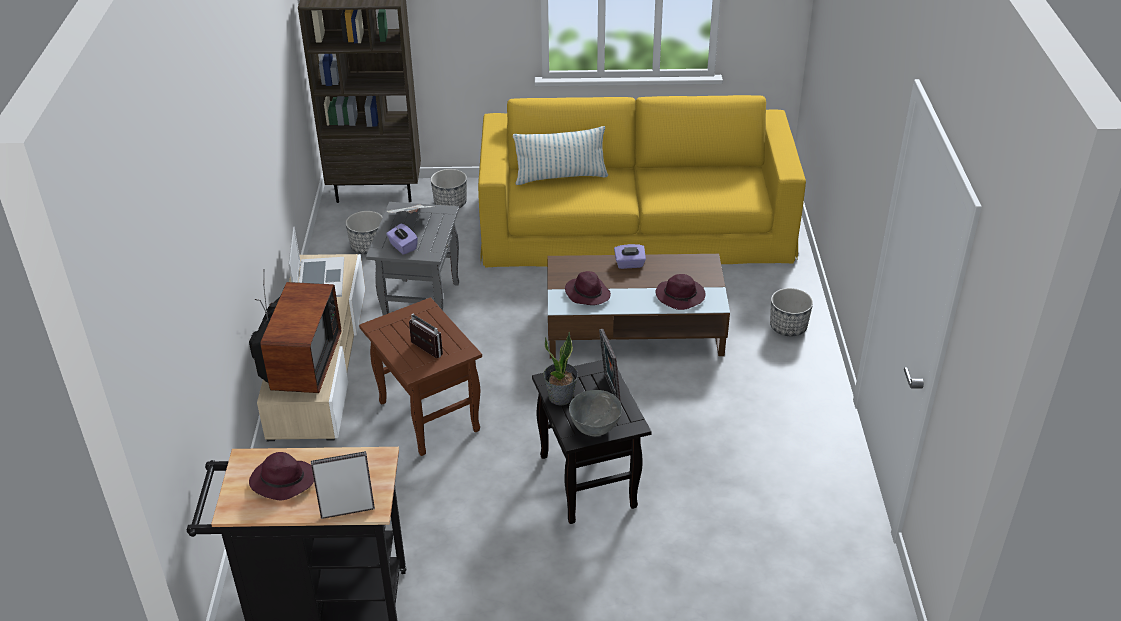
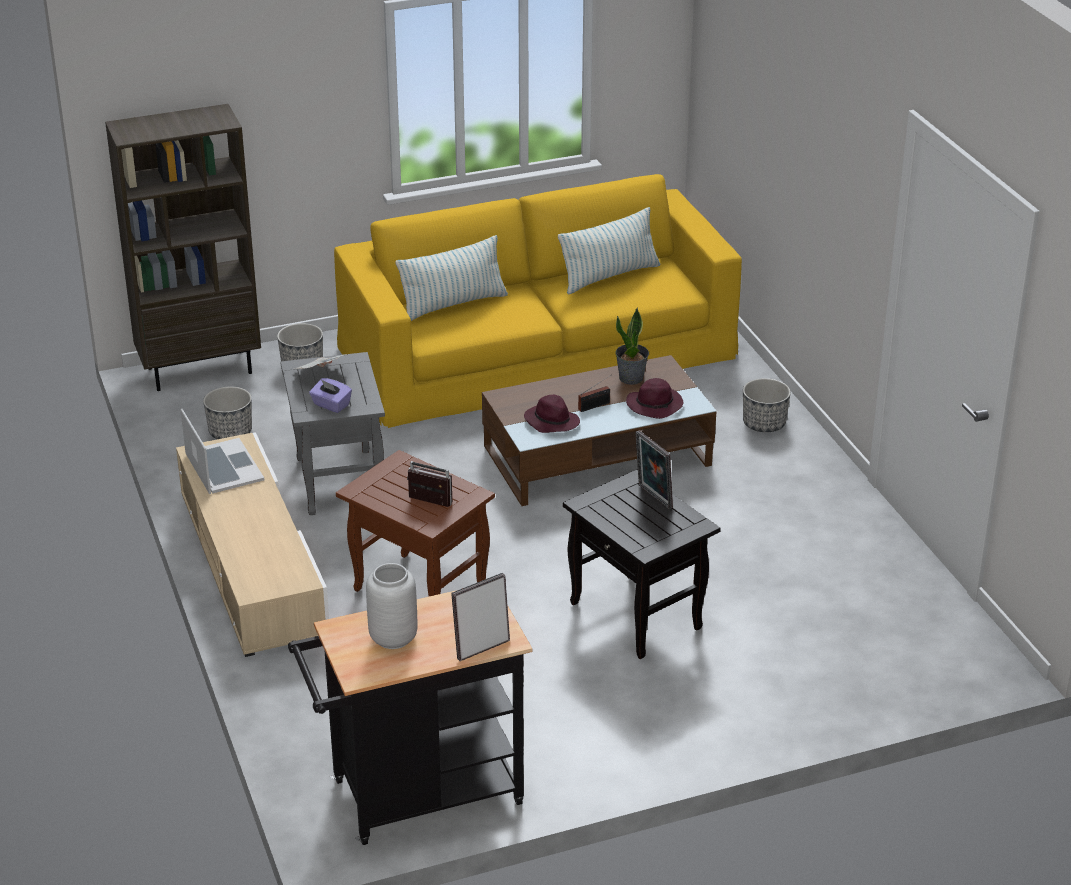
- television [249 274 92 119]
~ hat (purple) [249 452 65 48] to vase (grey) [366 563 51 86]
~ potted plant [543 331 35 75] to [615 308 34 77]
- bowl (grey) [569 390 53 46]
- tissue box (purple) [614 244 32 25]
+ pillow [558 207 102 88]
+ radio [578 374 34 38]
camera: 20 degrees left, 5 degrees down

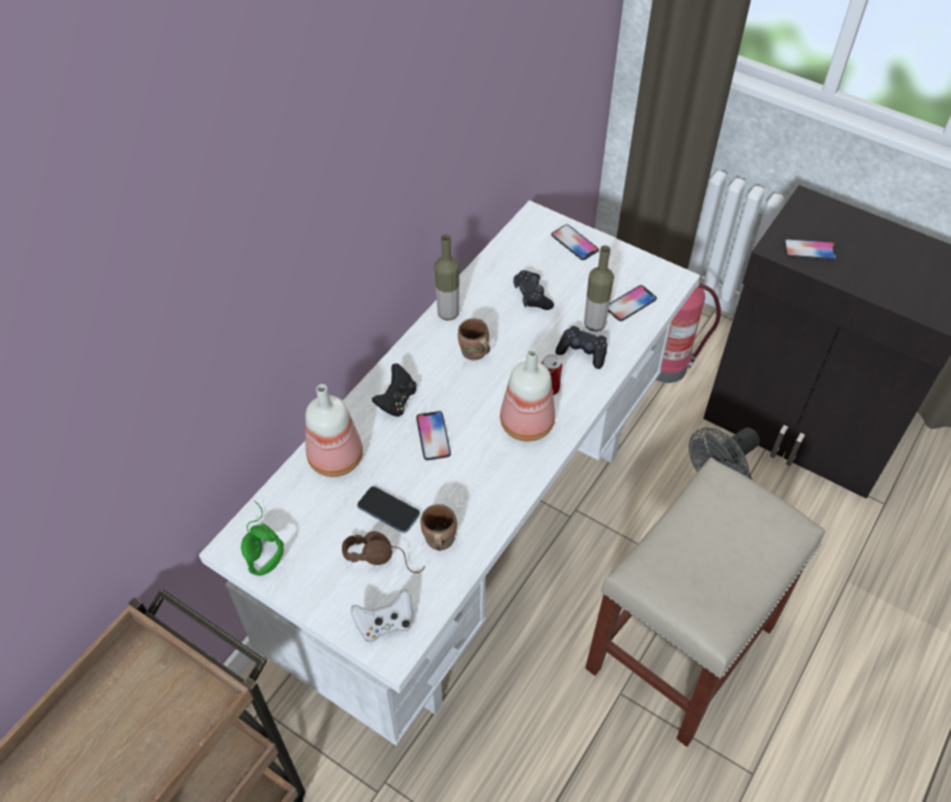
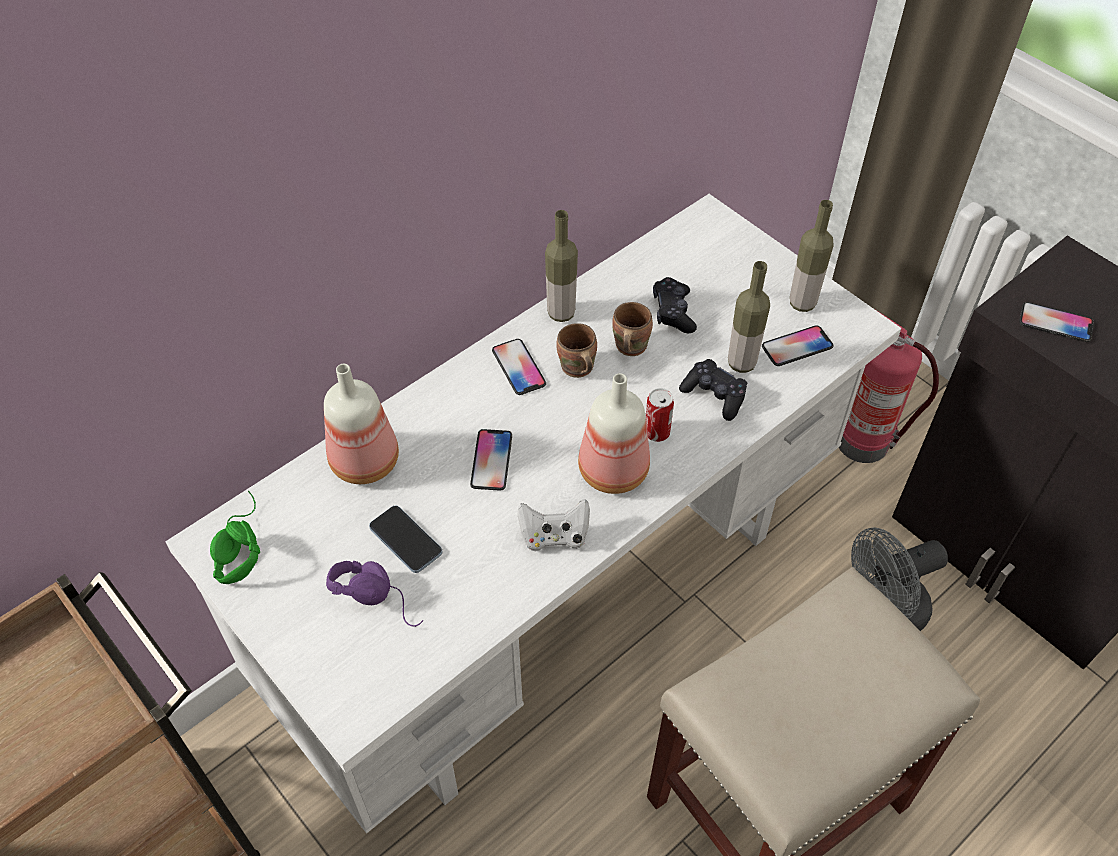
~ headphones (brown) [342 531 83 42] to headphones (purple) [326 561 97 66]
~ game controller (white) [351 589 61 53] to [518 499 72 52]
- game controller (black) [372 363 45 54]
~ mug (brown) [420 504 37 47] to [612 302 41 54]
~ phone [551 225 48 35] to [492 339 54 56]
+ bottle [790 200 43 112]
camera: 15 degrees right, 0 degrees up

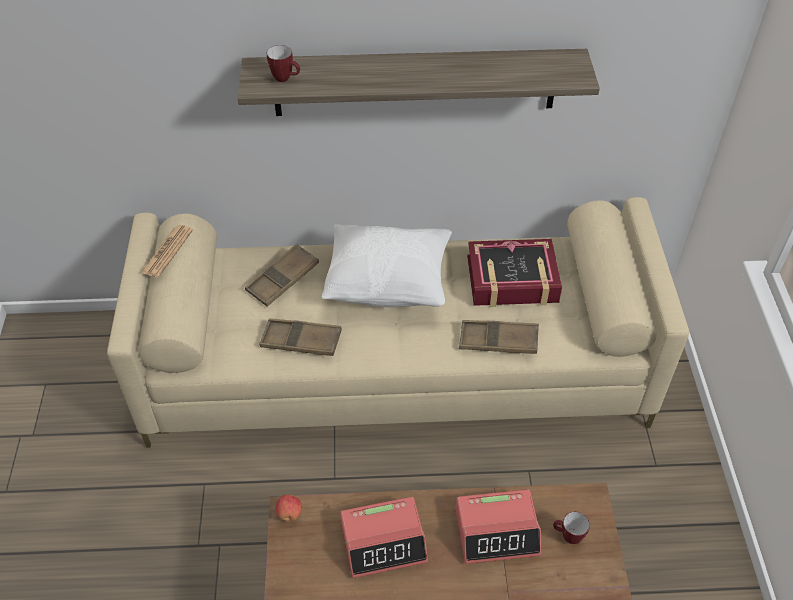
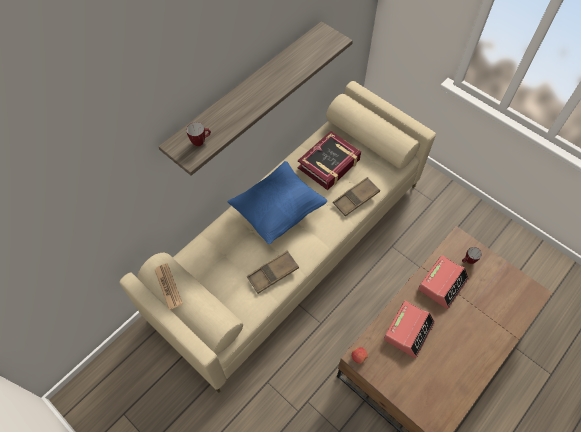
- tray (brown) [245 244 74 63]
~ pillow (white) [322 224 130 83] to pillow (blue) [228 161 99 83]
camera: 45 degrees left, 10 degrees up

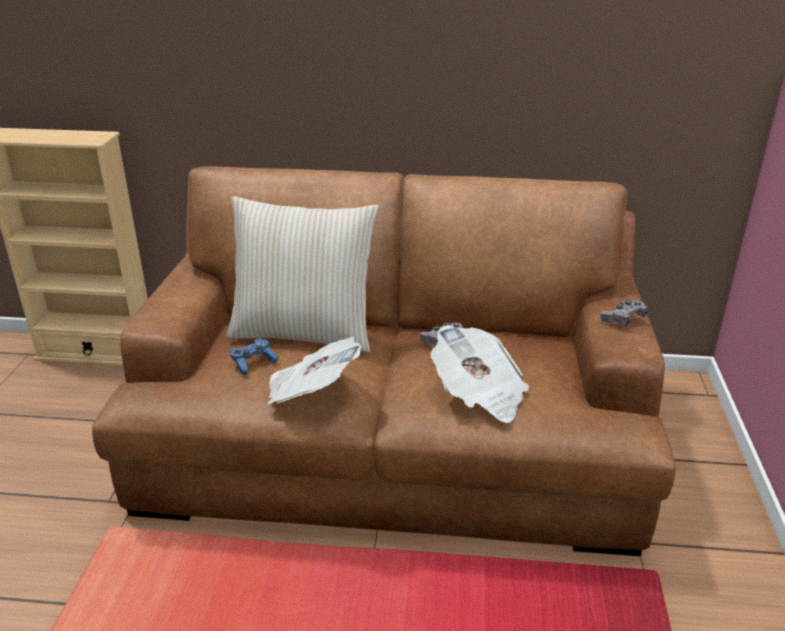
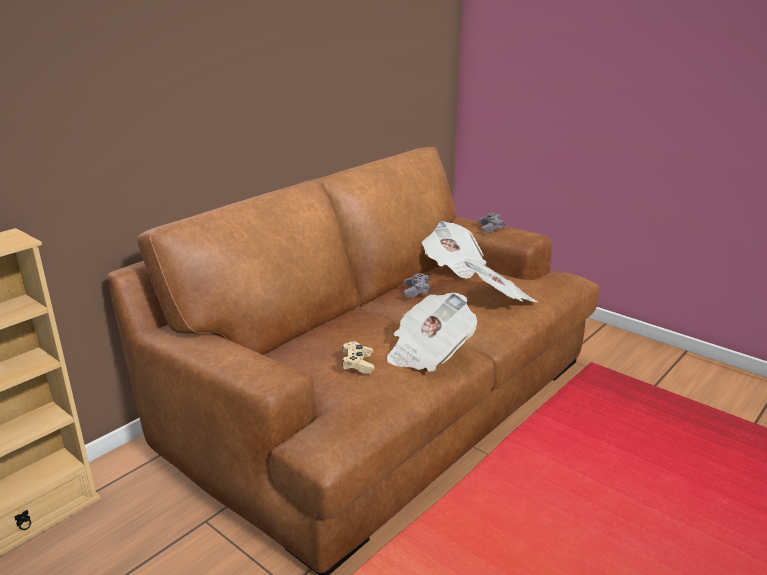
- pillow (beige) [226 196 153 156]
~ game controller (blue) [230 338 48 37] to game controller (beige) [342 341 32 33]
+ newspaper [422 221 65 58]
camera: 55 degrees left, 5 degrees down

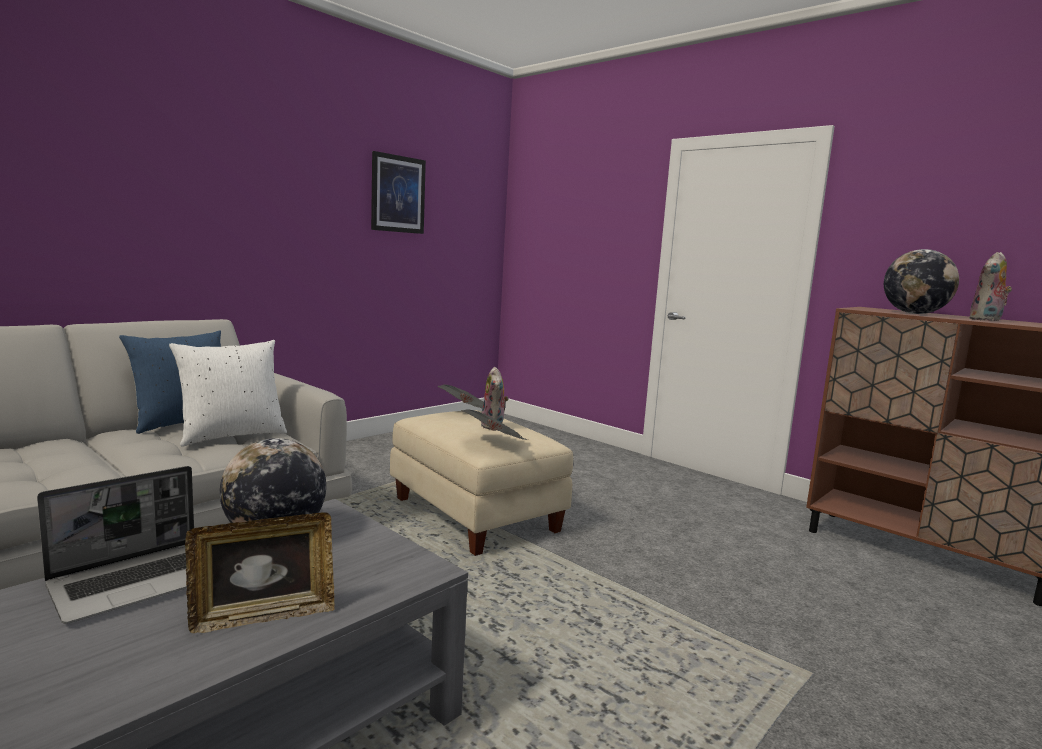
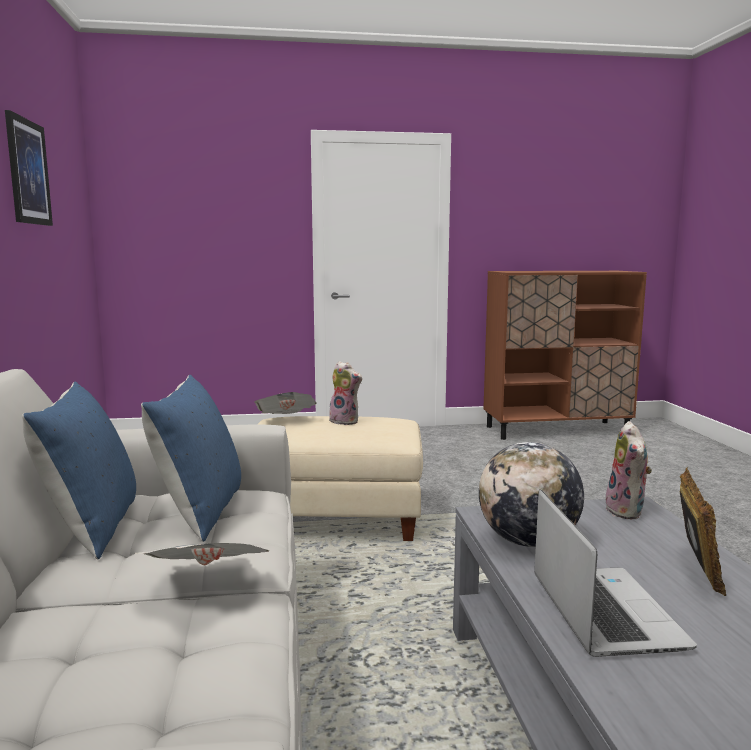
~ pillow (white) [169 340 118 107] to pillow (blue) [141 375 100 167]
~ newspaper [461 409 67 31] to [135 543 134 22]
- globe [884 249 75 65]
~ plush toy [968 252 44 69] to [602 421 50 99]
camera: 50 degrees left, 0 degrees up

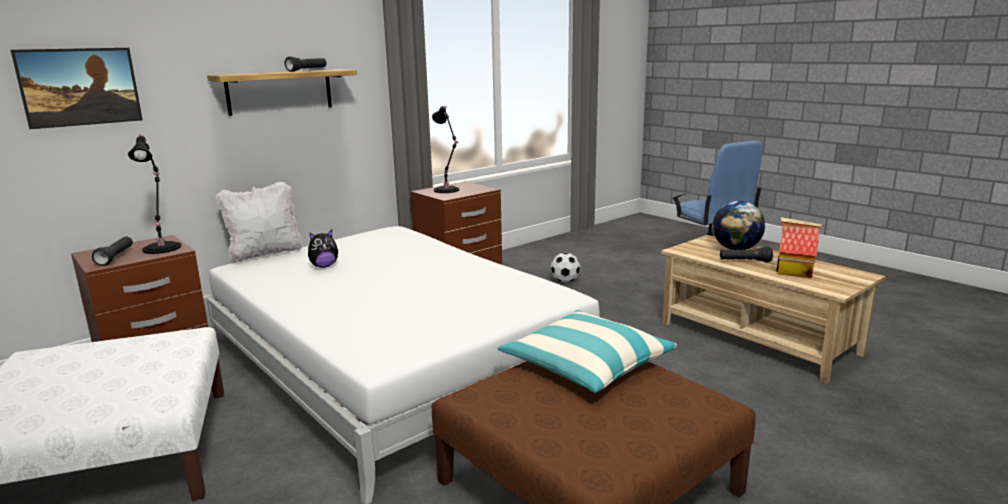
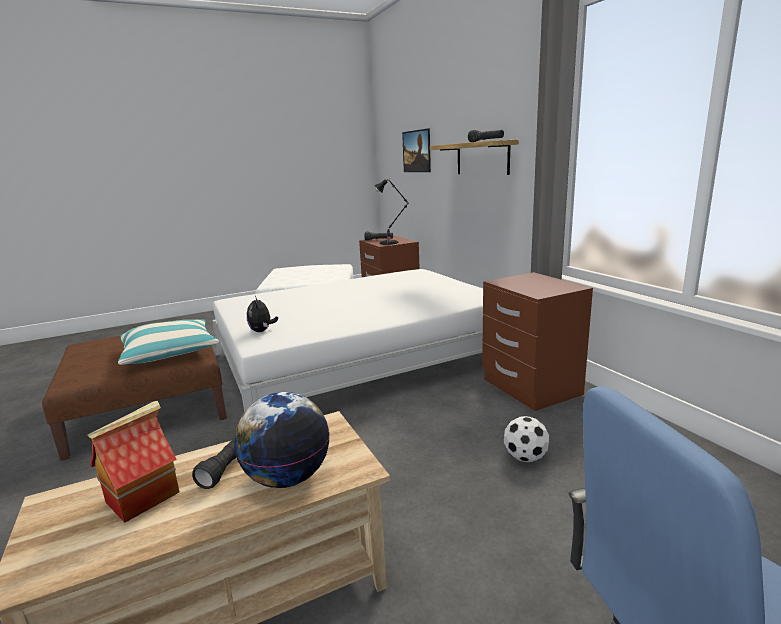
- pillow (white) [216 182 86 81]
~ plush toy [308 230 30 38] to [247 296 31 36]
- table lamp (black) [432 106 27 87]
camera: 105 degrees right, 0 degrees up

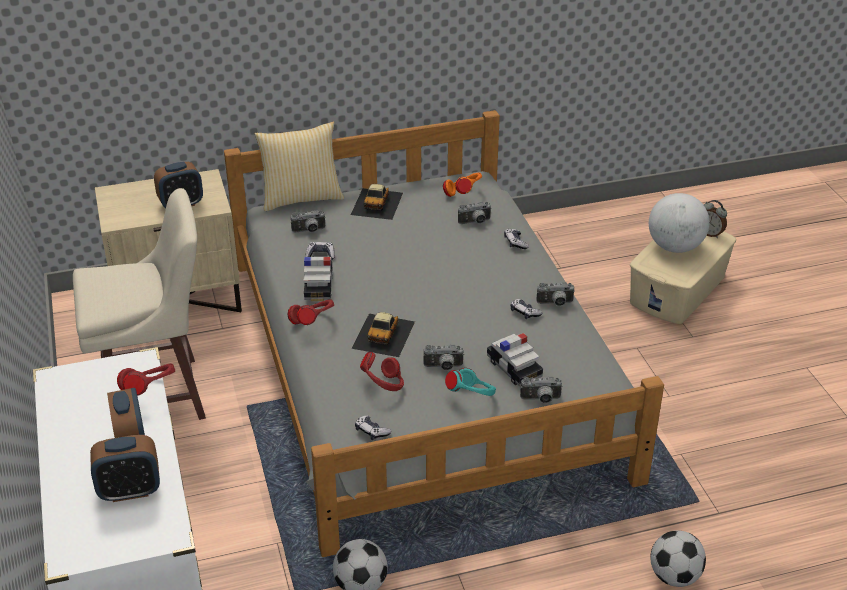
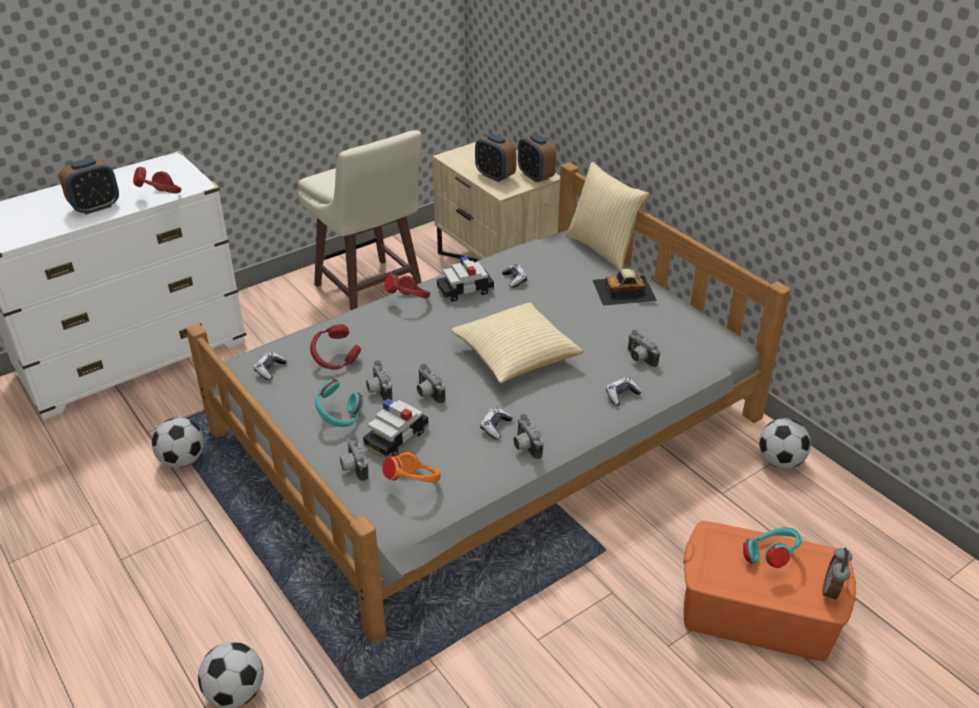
~ alarm clock [90 435 70 67] to [518 134 38 49]
~ photo camera [291 210 35 22] to [416 364 29 40]
- toy car [351 312 64 45]
~ headphones (orange) [443 172 40 25] to [382 451 59 32]
~ storage box (beige) [630 231 106 93] to storage box (orange) [683 521 173 140]
~ globe [649 193 60 60] to headphones (turquoise) [743 527 59 41]
+ pillow [451 303 132 80]
+ football [759 418 52 51]
camera: 70 degrees right, 0 degrees up

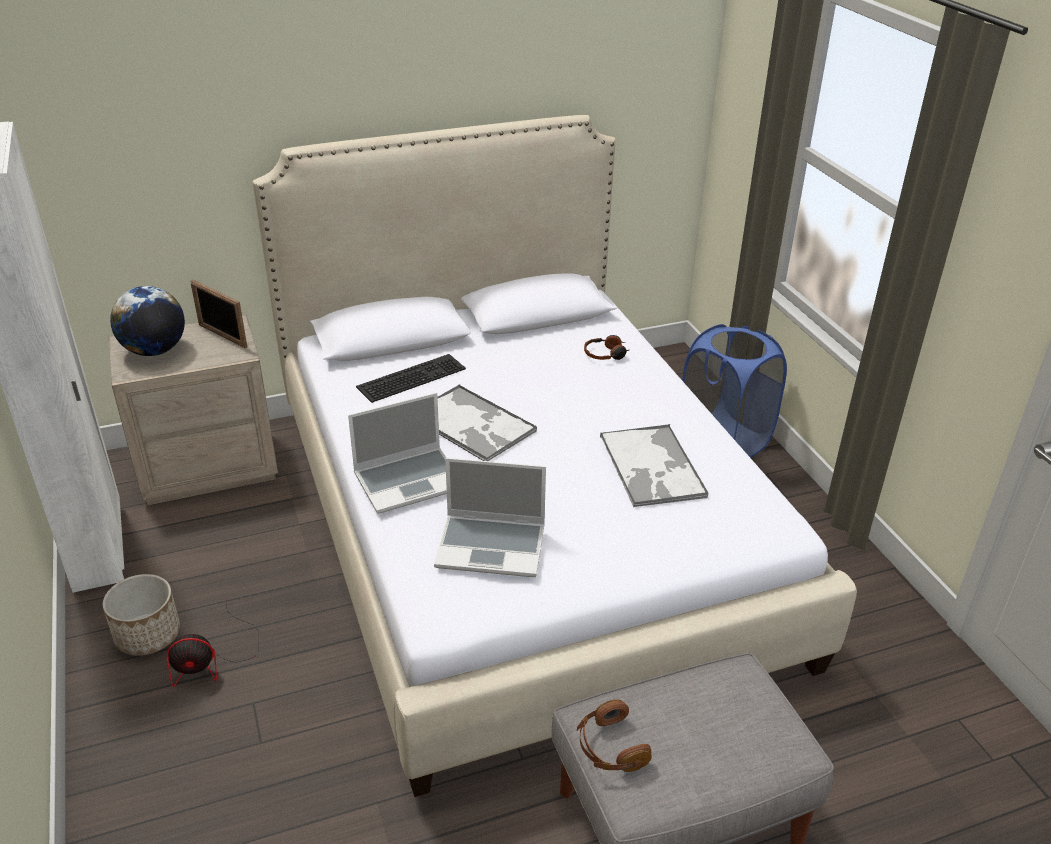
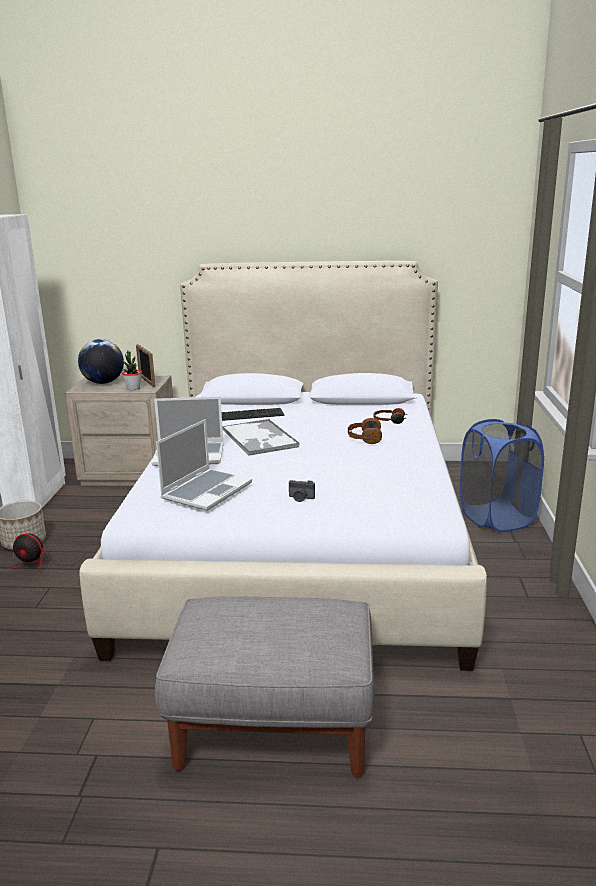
~ laptop [434 458 112 119] = [156 419 96 92] 90 degrees counterclockwise
~ headphones (brown) [577 700 75 72] to [348 418 34 26]
- tray [600 424 109 83]
+ potted plant [122 350 20 40]
+ photo camera [289 480 26 22]
camera: 25 degrees right, 15 degrees down

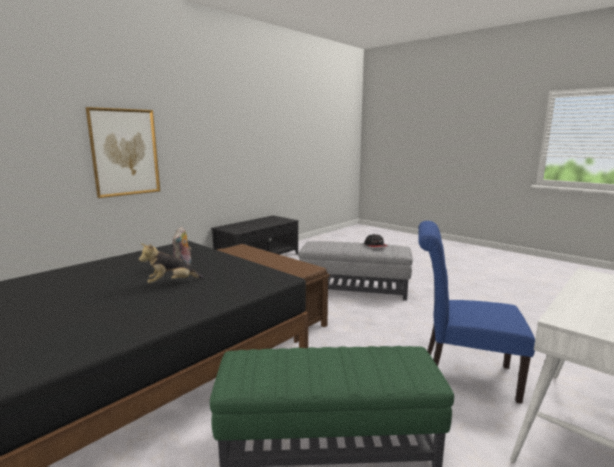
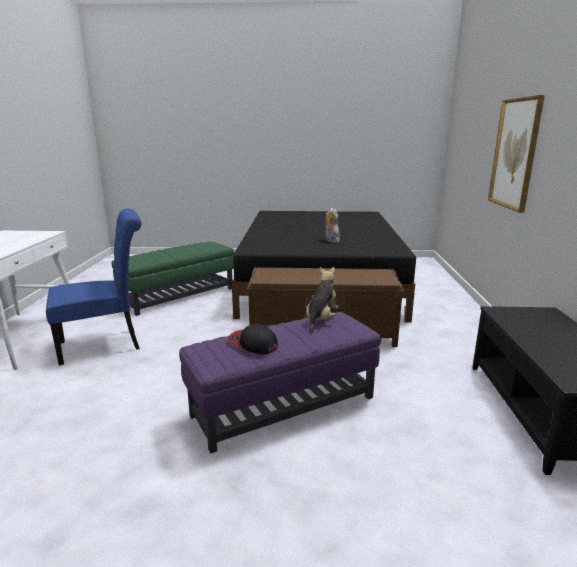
~ plush toy [139 243 65 40] to [306 267 34 67]
~ ottoman (grey) [298 241 115 59] to ottoman (purple) [179 312 202 142]
camera: 140 degrees right, 5 degrees up

